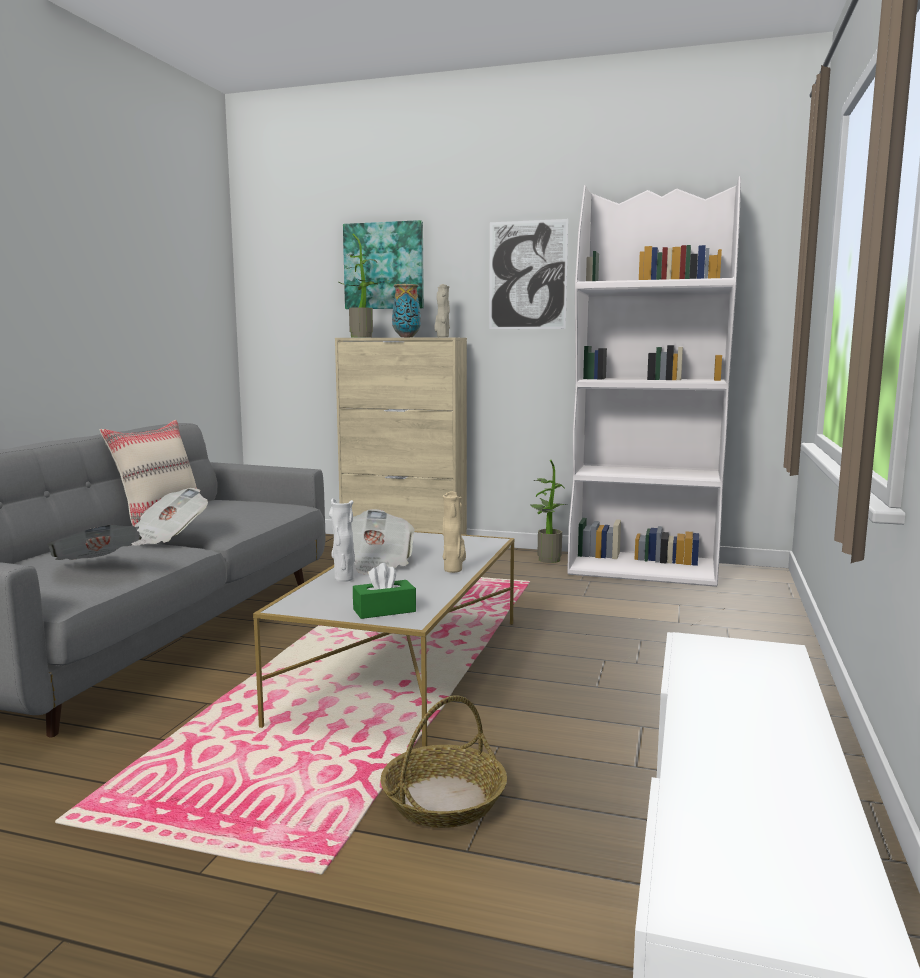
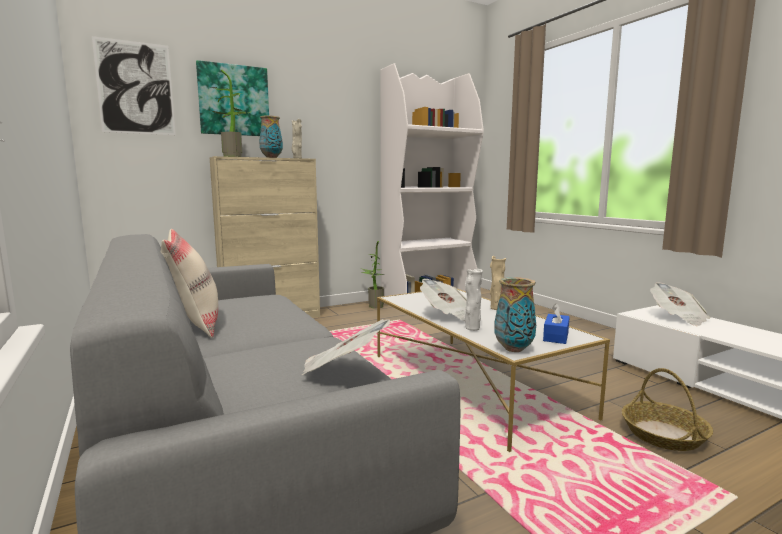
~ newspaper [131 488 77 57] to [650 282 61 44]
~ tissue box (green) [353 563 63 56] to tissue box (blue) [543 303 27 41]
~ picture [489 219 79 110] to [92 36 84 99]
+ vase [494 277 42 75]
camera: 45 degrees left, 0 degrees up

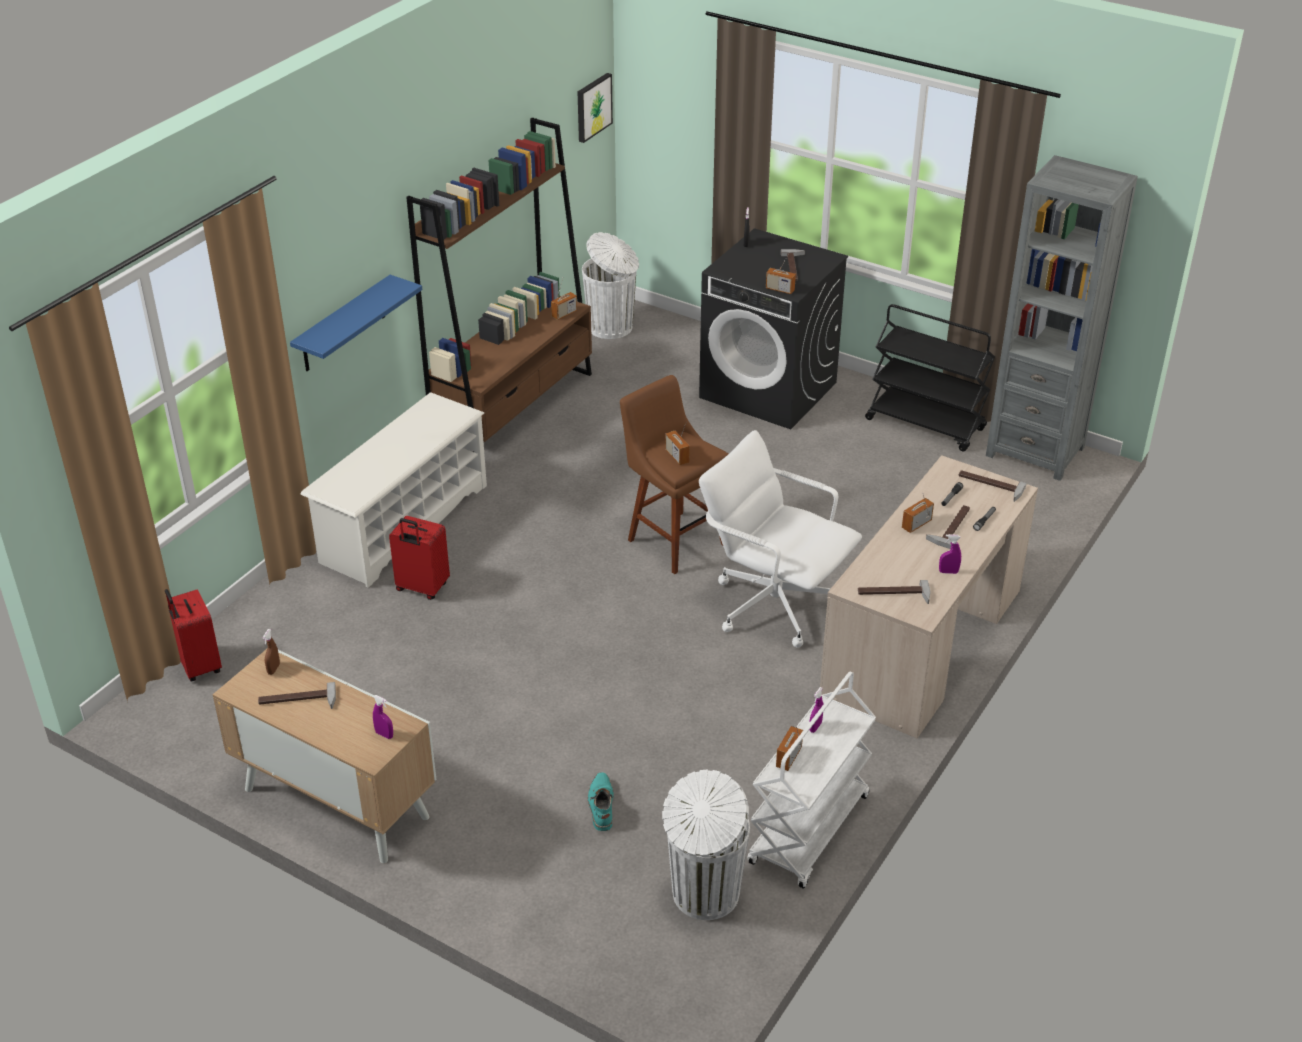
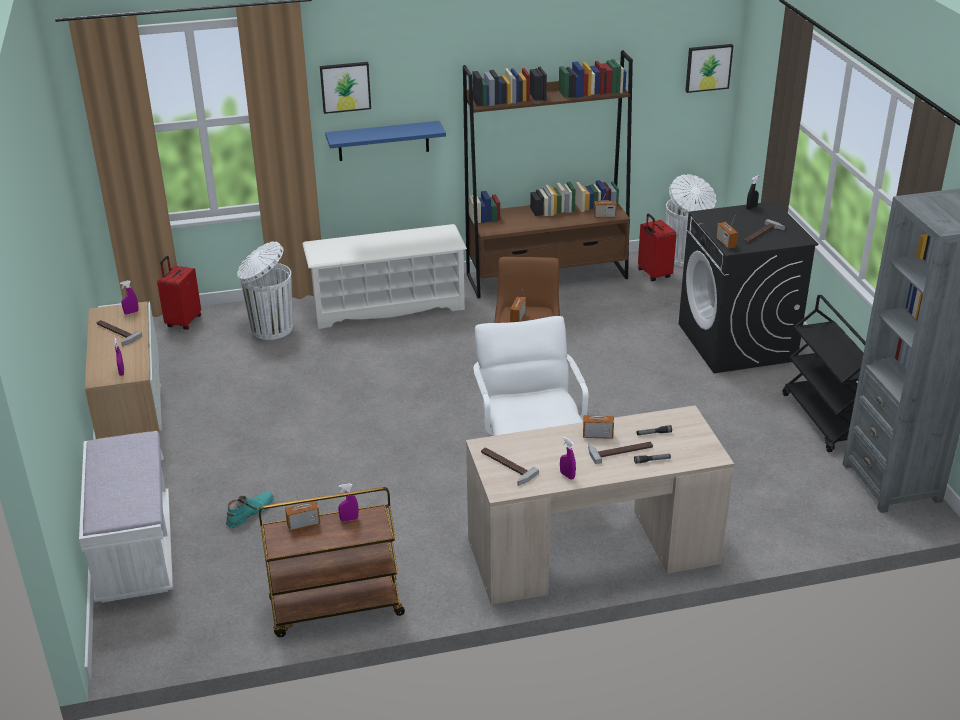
~ spray bottle (brown) [263 629 17 46] to spray bottle (purple) [120 280 19 34]
~ suitcase (red) [389 516 61 84] to [638 214 39 67]
~ trash can (white) [662 769 88 151] to [237 241 56 99]
~ cart (white) [748 671 128 218] to cart (brown) [259 487 146 150]
- hammer [959 470 68 32]
+ bench (white) [79 431 94 172]
+ picture [320 62 51 52]
camera: 45 degrees right, 5 degrees down

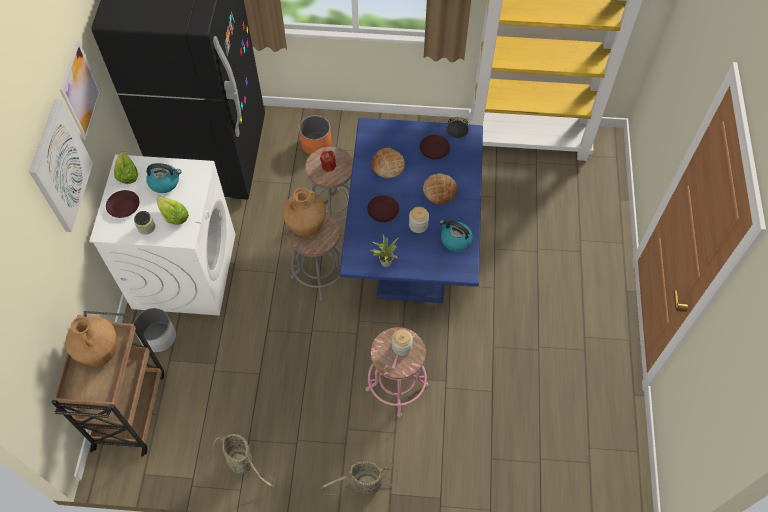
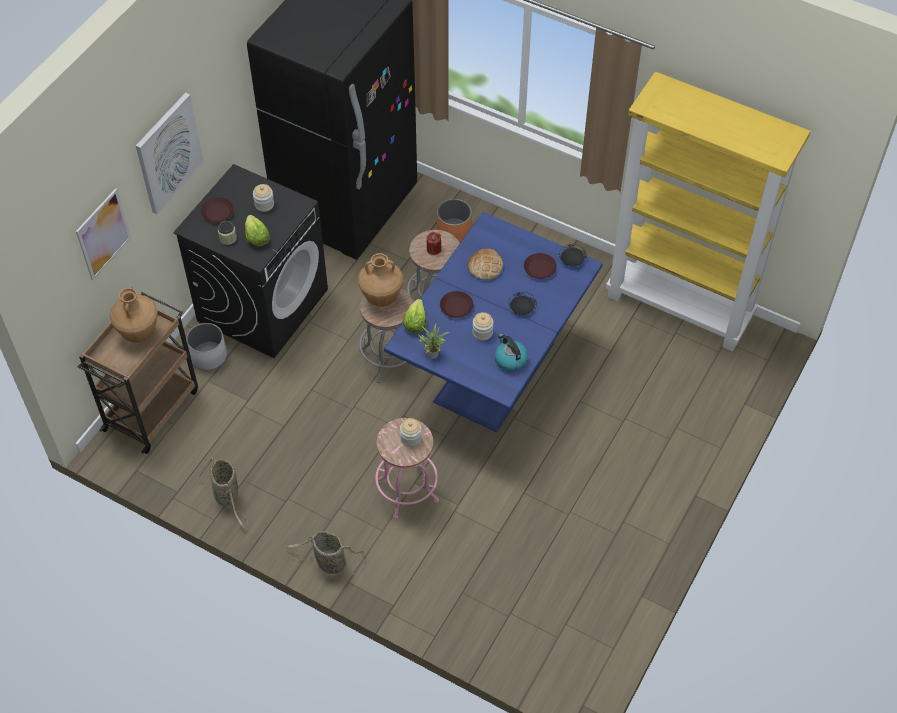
~ picture [60 41 41 98] to [76 188 55 92]
~ washing machine (white) [89 155 146 160] to washing machine (black) [173 164 155 194]
~ lettuce [114 151 24 33] to [402 299 24 35]
~ kettle [146 163 35 30] to jar [253 184 21 28]
~ bread [423 173 34 31] to plate (black) [508 292 29 23]
camera: 25 degrees right, 5 degrees down

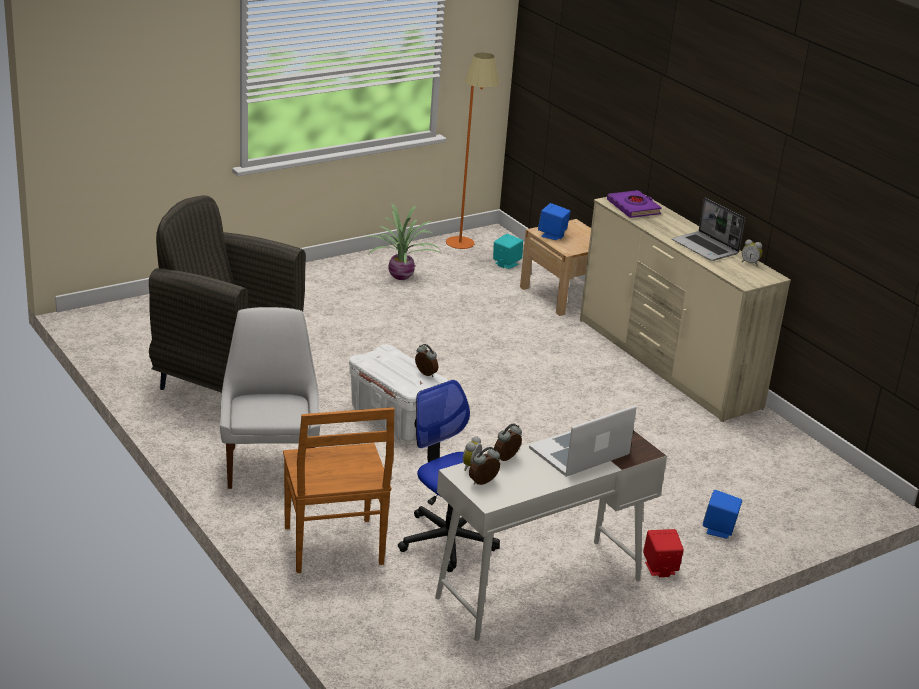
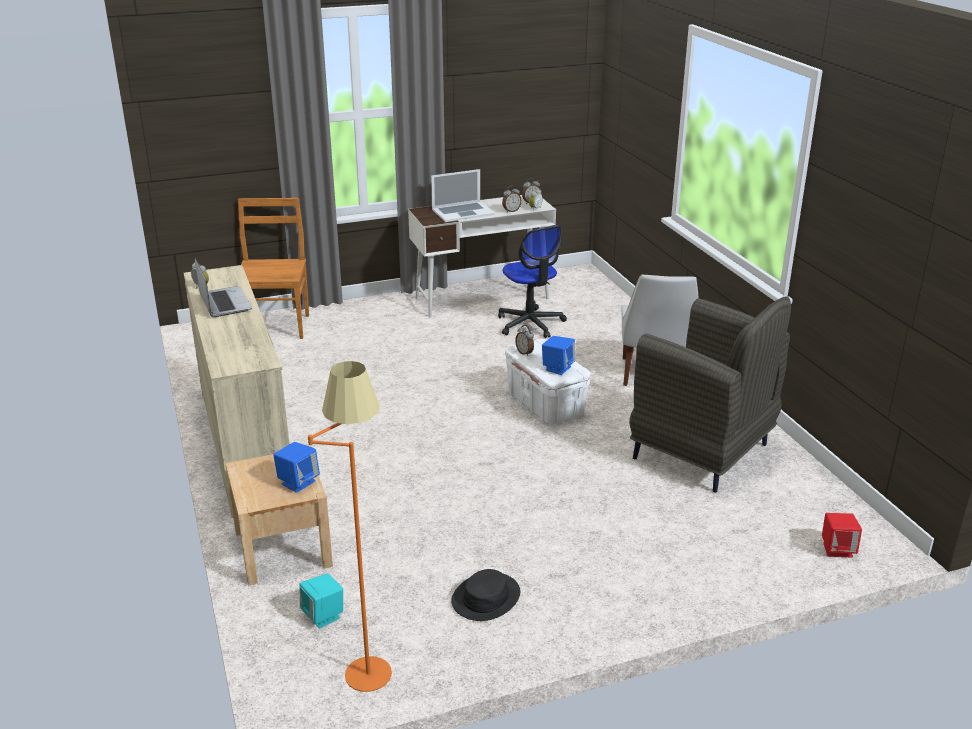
~ chair (brown) [283 407 112 166] to [238 198 71 141]
~ potted plant [364 204 78 76] to hat (black) [451 569 69 52]
- book (purple) [607 190 55 28]
~ speaker (red) [643 529 41 48] to [822 513 40 44]
~ speaker (blue) [703 490 39 49] to [542 336 34 39]
camera: 165 degrees left, 0 degrees up

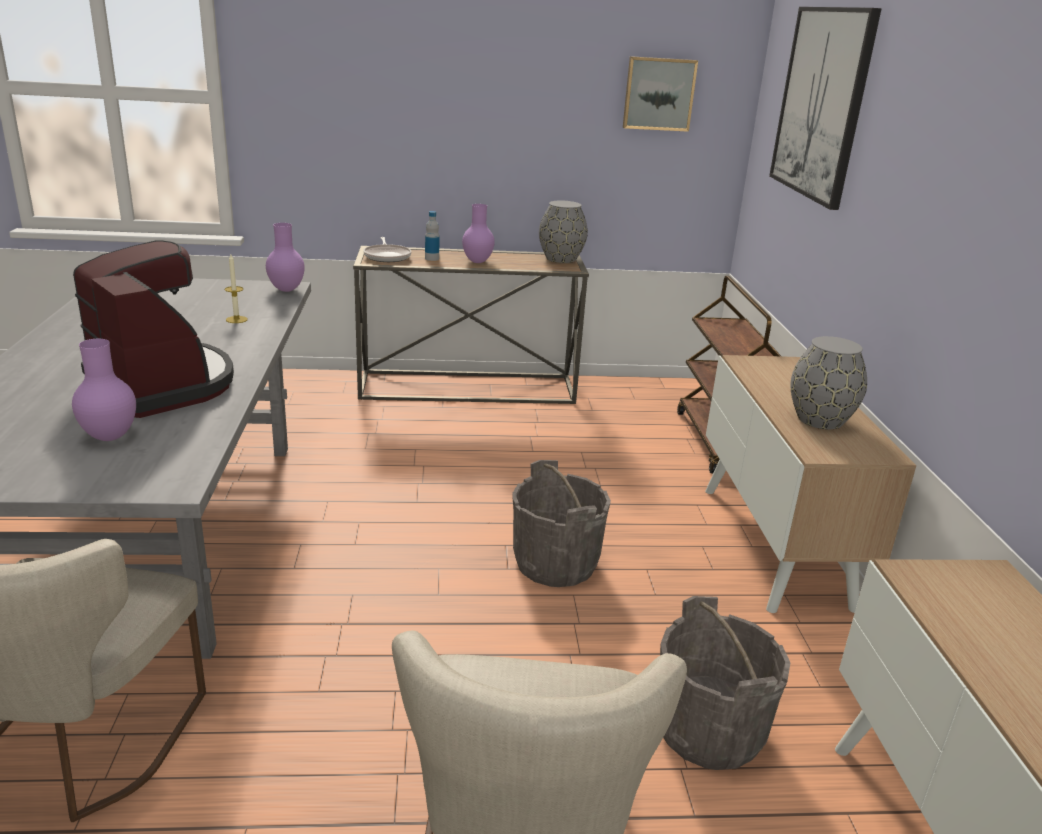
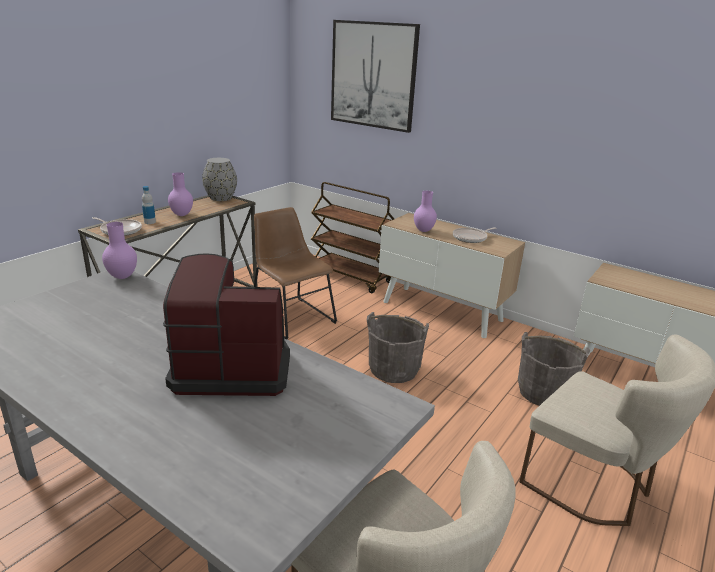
~ vase (purple) [72 339 64 102] to [414 191 23 41]
- candle [225 254 23 69]
- picture [623 56 75 76]
~ vase (grey) [791 336 76 93] to frying pan [453 227 43 16]
+ chair (brown) [254 207 83 133]
camera: 50 degrees left, 0 degrees up

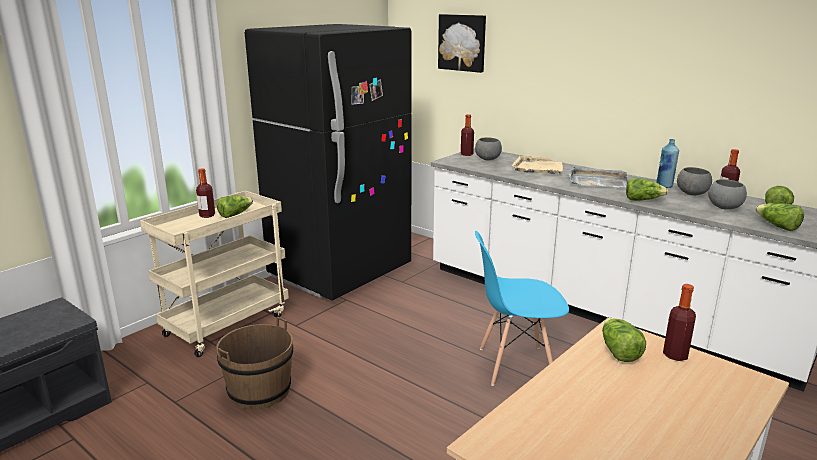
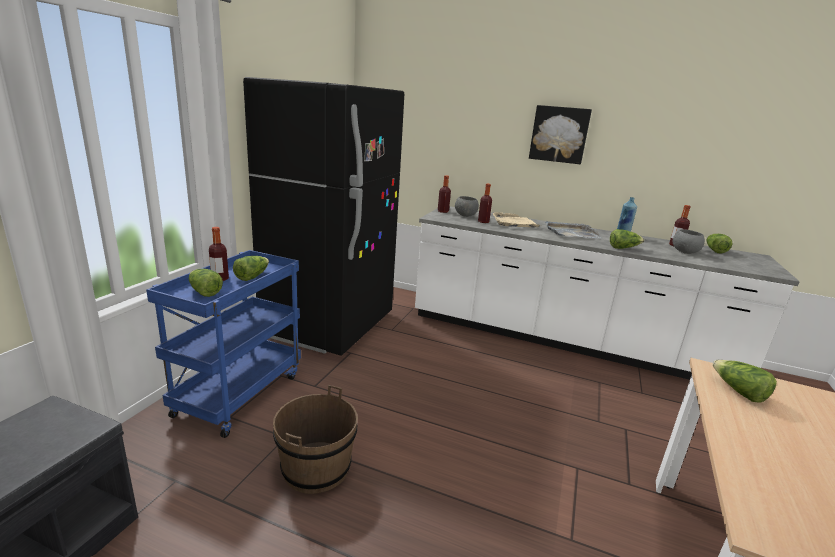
~ cart (beige) [140 191 149 166] to cart (blue) [146 250 155 188]
~ picture [438 14 48 59] to [529 105 63 59]
- chair (blue) [475 231 94 155]
~ bottle [663 284 33 77] to [478 183 14 40]
- bowl (grey) [677 167 35 28]
~ lettuce [755 203 49 28] to [188 269 35 28]
camera: 20 degrees left, 0 degrees up

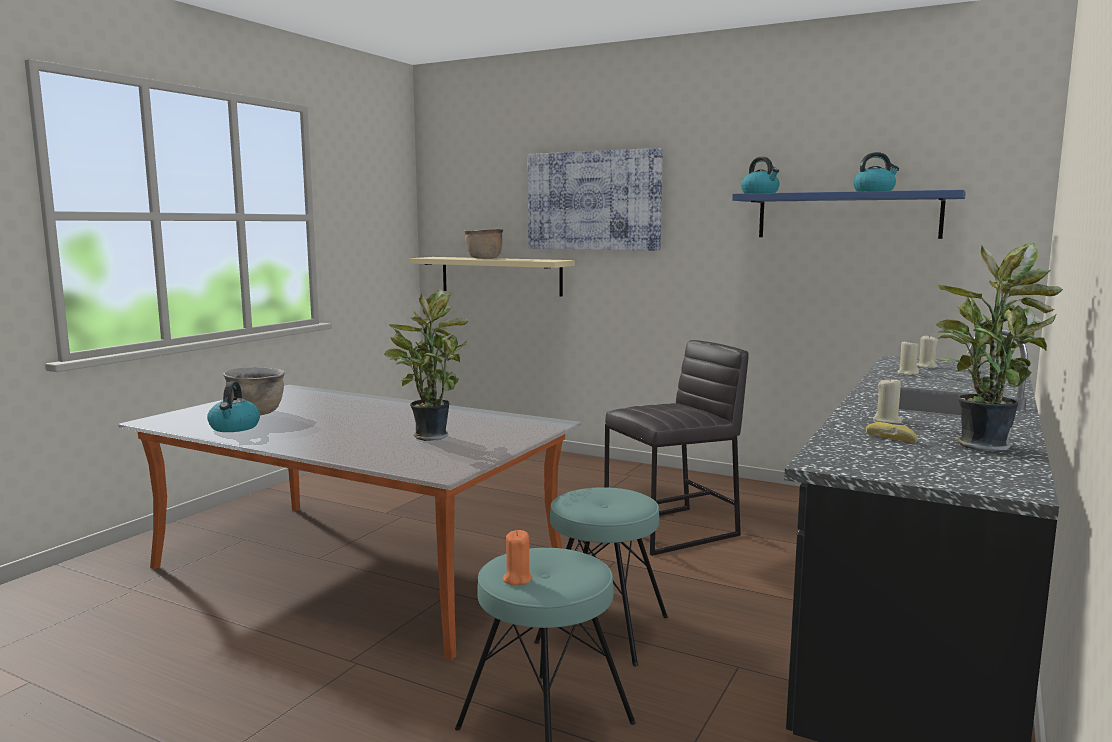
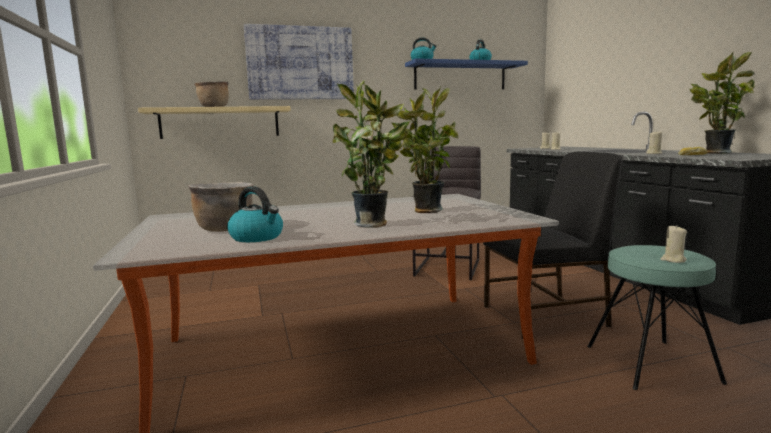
~ candle (orange) [503 530 29 55] to candle (beige) [661 225 26 38]
~ stool (turquoise) [534 487 134 179] to chair (black) [483 152 139 186]
+ potted plant [333 80 77 148]
camera: 45 degrees left, 0 degrees up

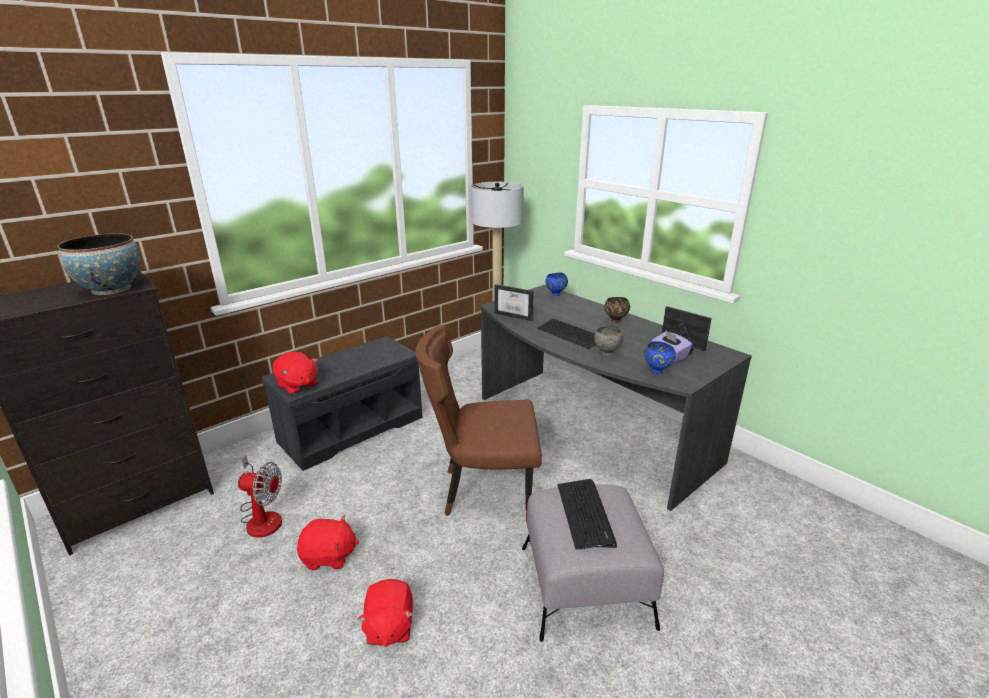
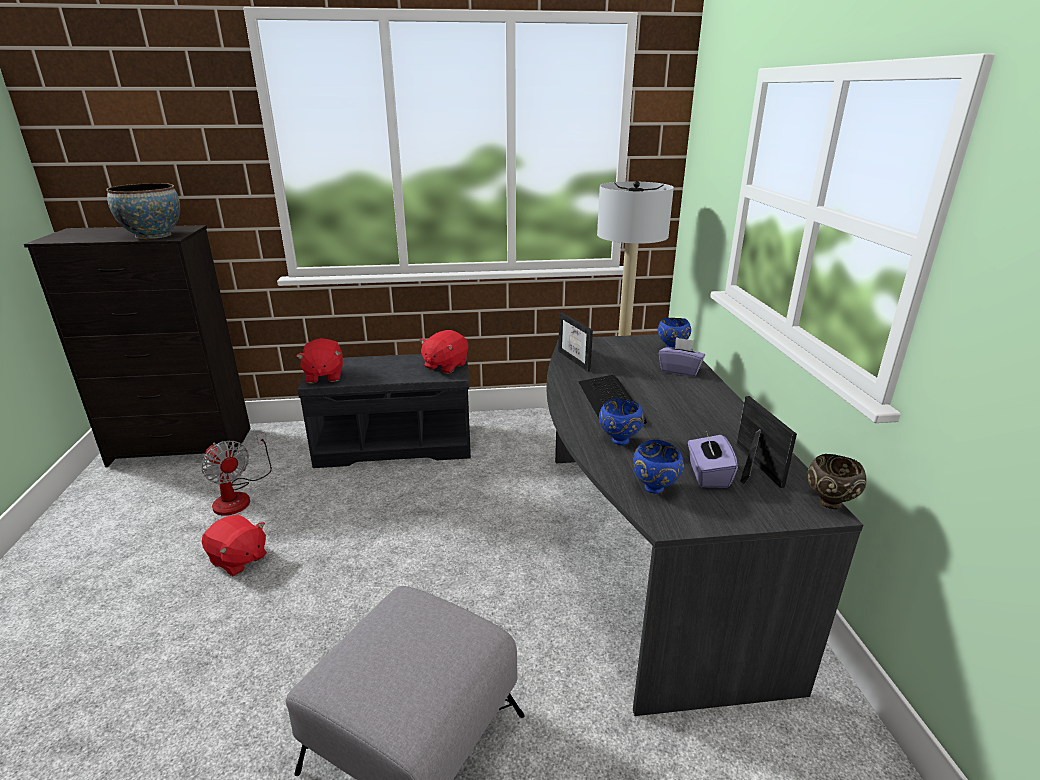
~ plush toy (red) [357 579 56 68] to [419 330 49 44]
- chair (brown) [415 325 127 198]
- keyboard [557 479 60 71]
~ bowl (grey) [594 327 29 29] to bowl (blue) [599 399 45 46]
~ bowl (brown) [604 297 26 26] to [807 454 60 55]
+ tissue box (purple) [659 337 46 40]
camera: 35 degrees right, 0 degrees up

